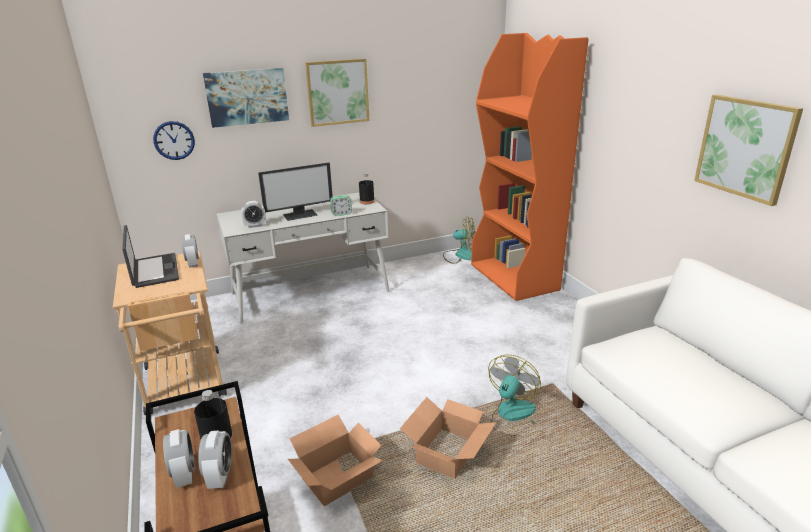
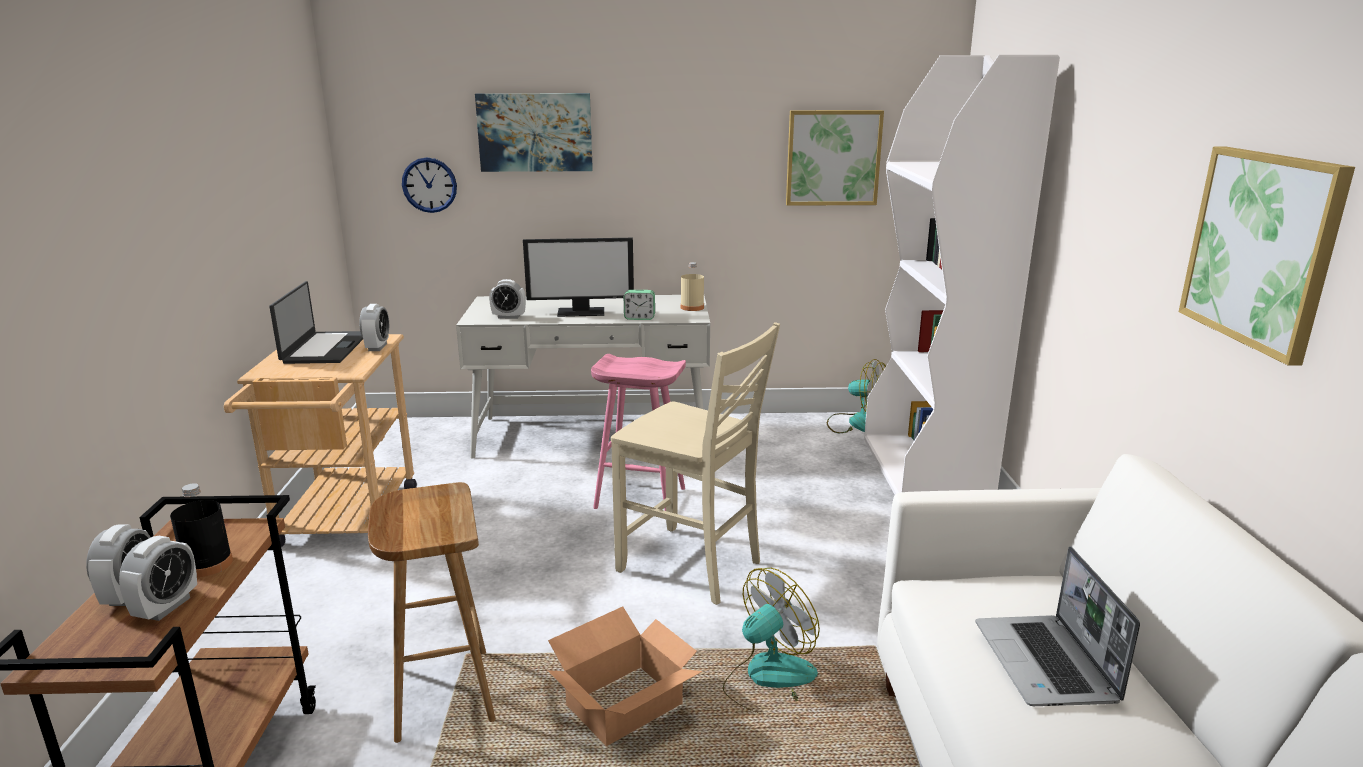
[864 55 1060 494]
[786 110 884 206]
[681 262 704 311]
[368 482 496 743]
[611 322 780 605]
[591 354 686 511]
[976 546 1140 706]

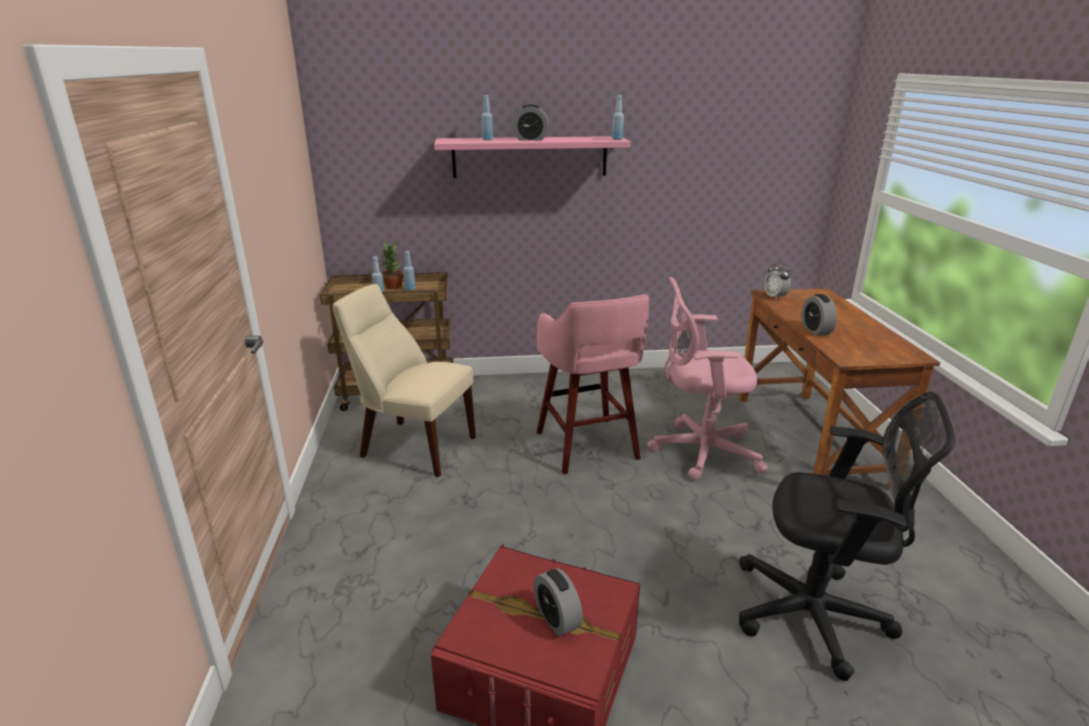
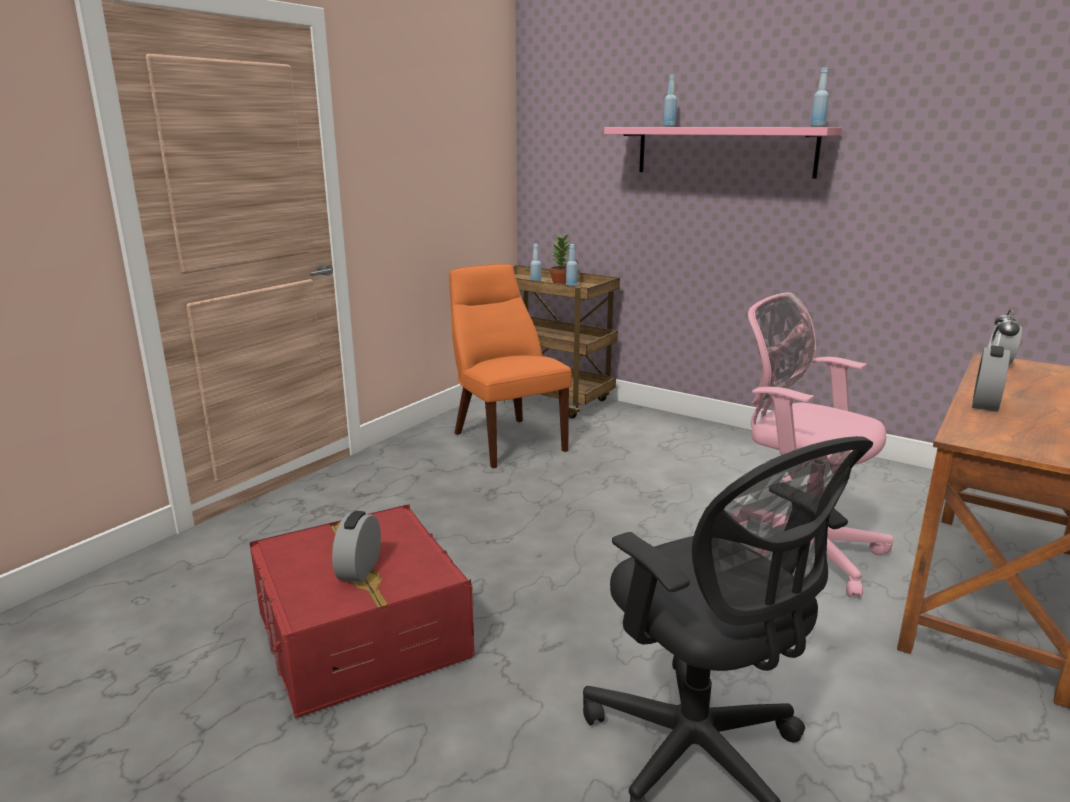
[512 104 549 141] (first image)
[449 264 572 468]
[537 294 649 474] (first image)

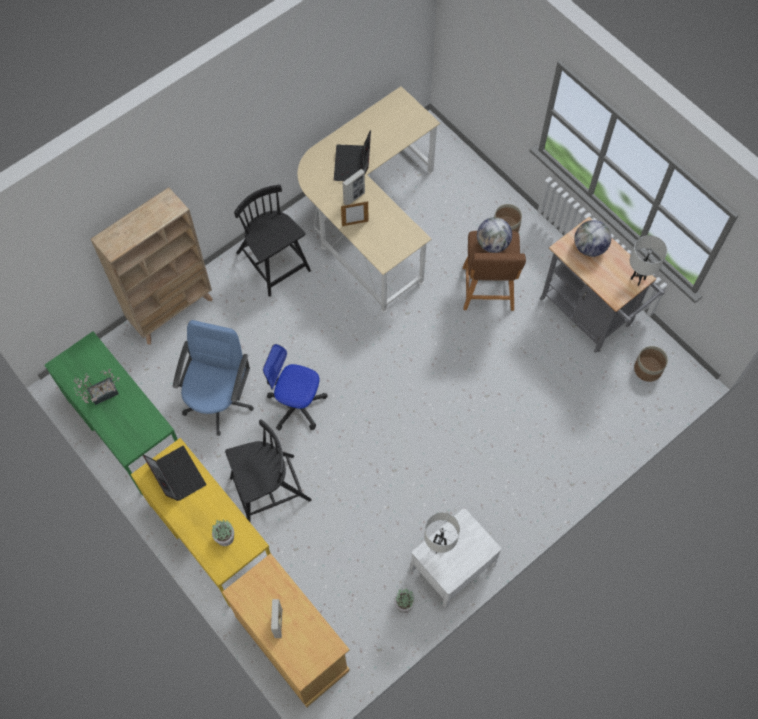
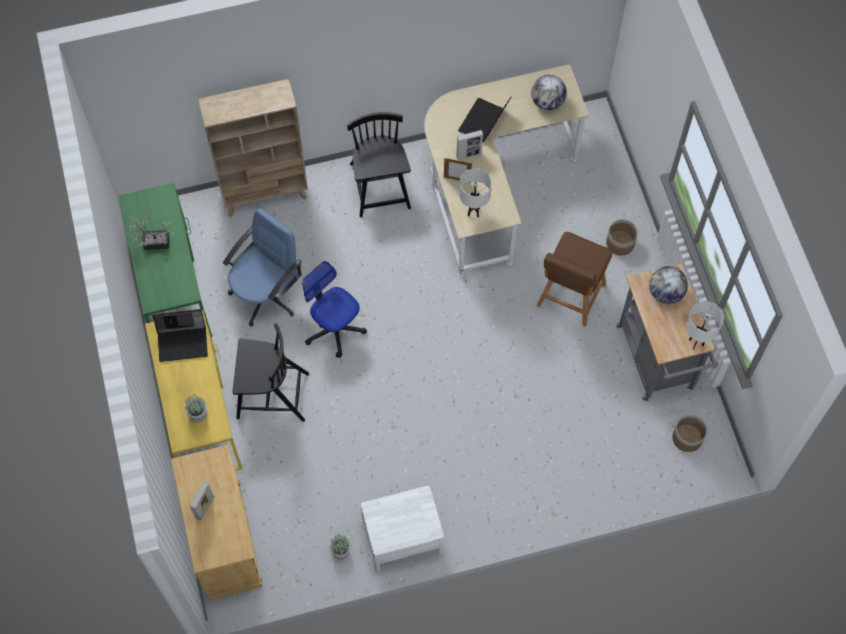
[531 75 567 110]
[153 309 208 362]
[459 169 492 217]

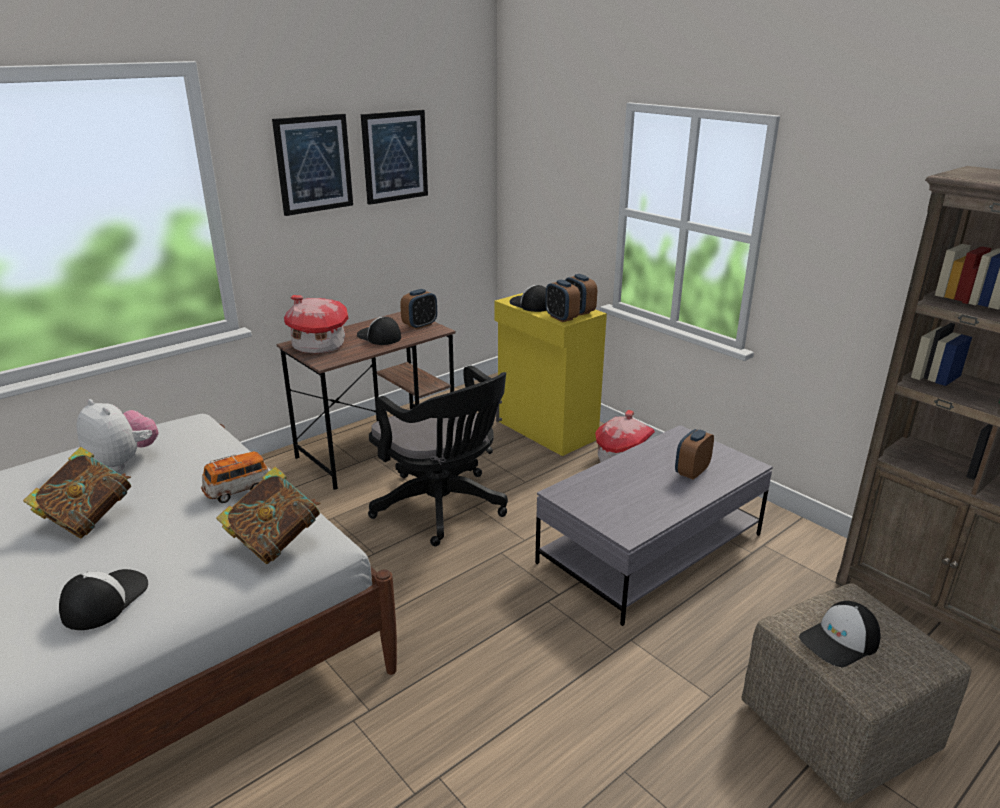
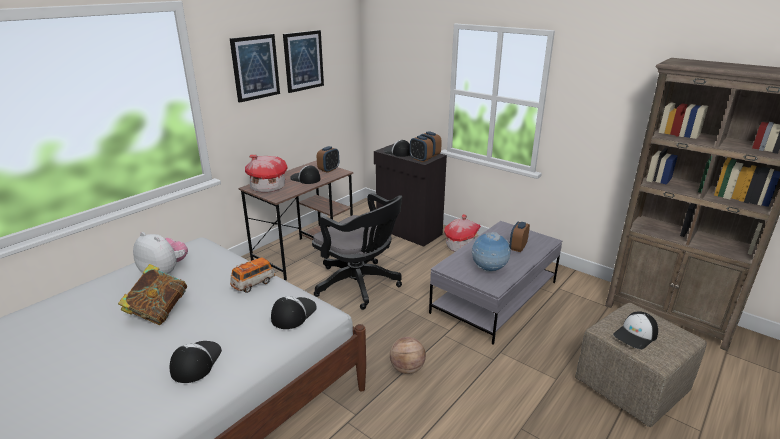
[374 143 447 247]
[271 296 317 329]
[472 232 510 272]
[390 337 426 374]

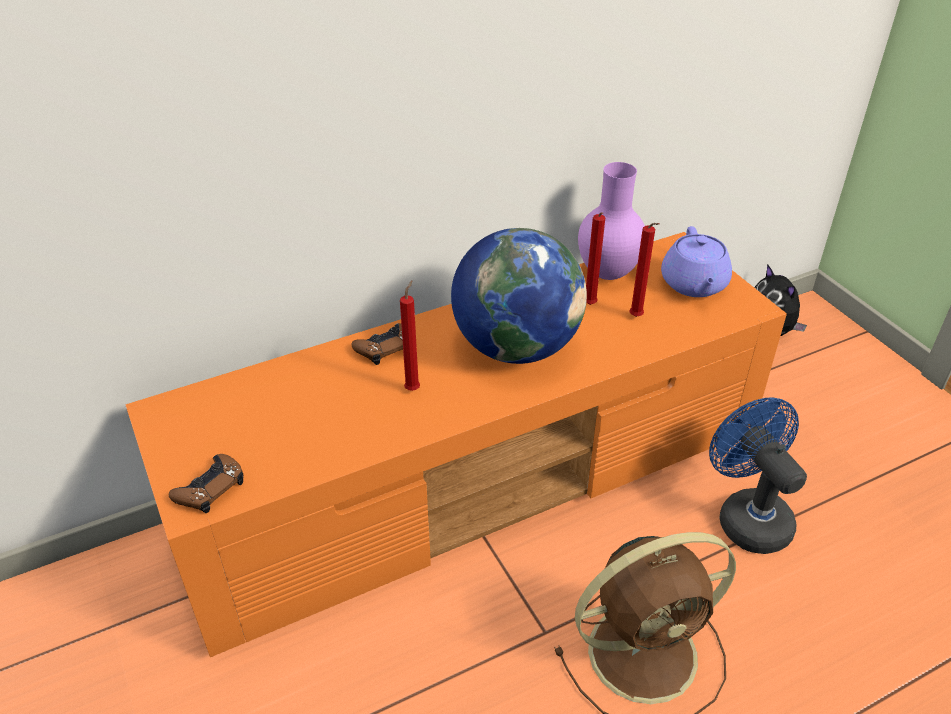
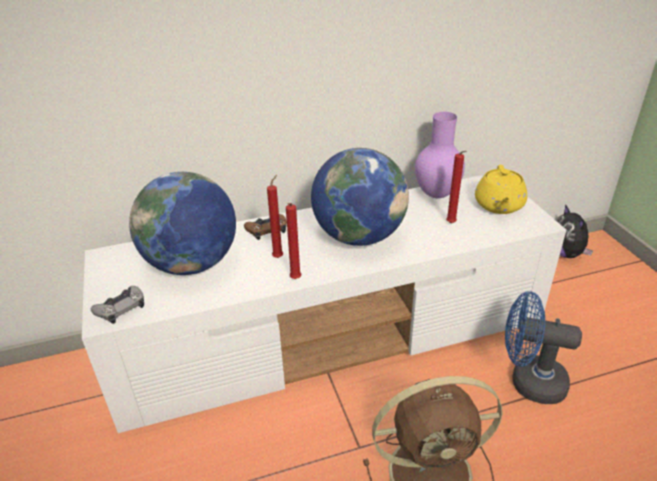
[286 203 301 279]
[475 165 527 214]
[82 175 566 433]
[505 291 582 404]
[91 286 144 324]
[129 172 236 275]

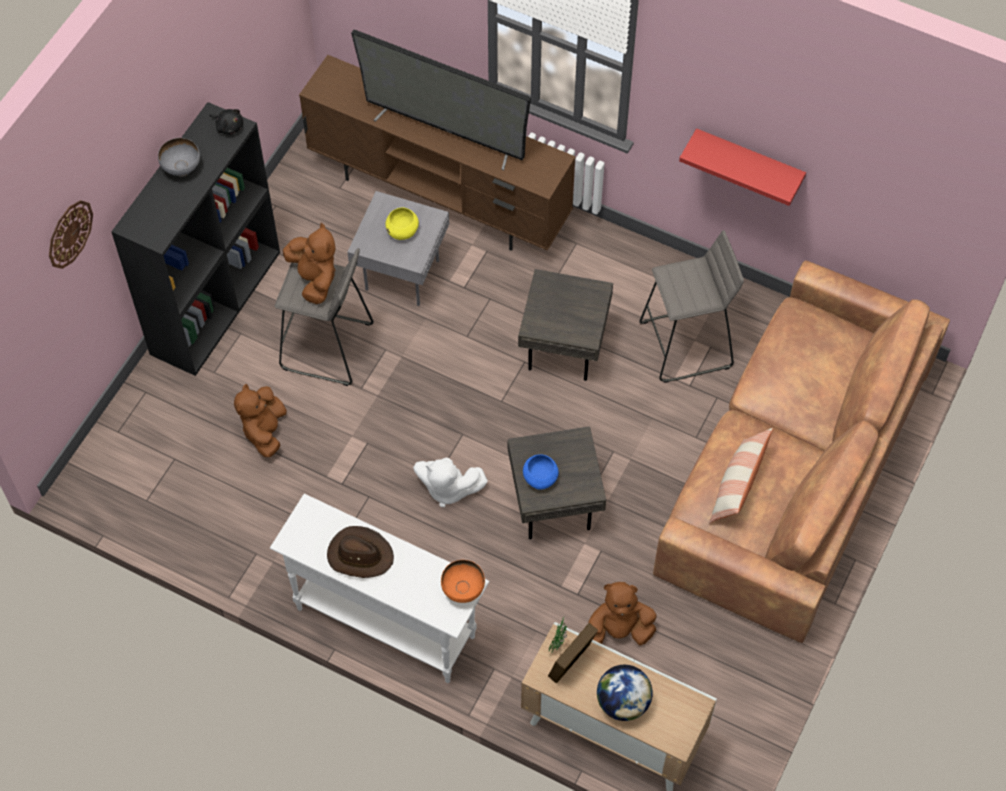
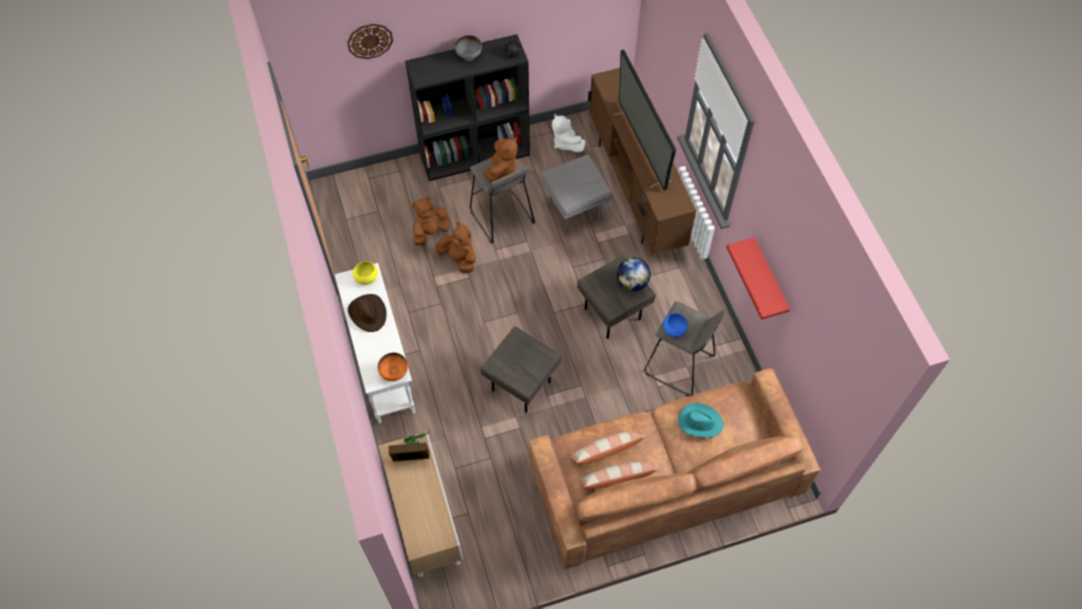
[353 261 378 285]
[663 313 688 337]
[552 114 586 152]
[435 222 476 273]
[617 257 651 291]
[678 403 723 438]
[578 462 658 489]

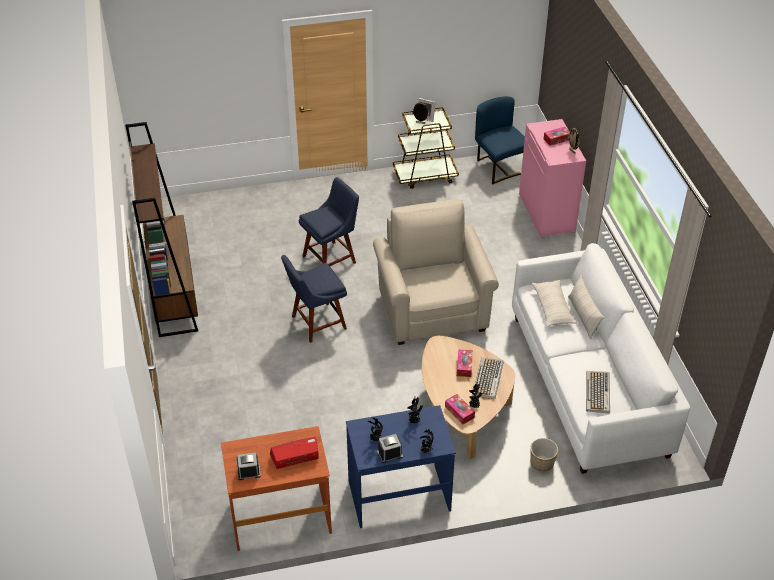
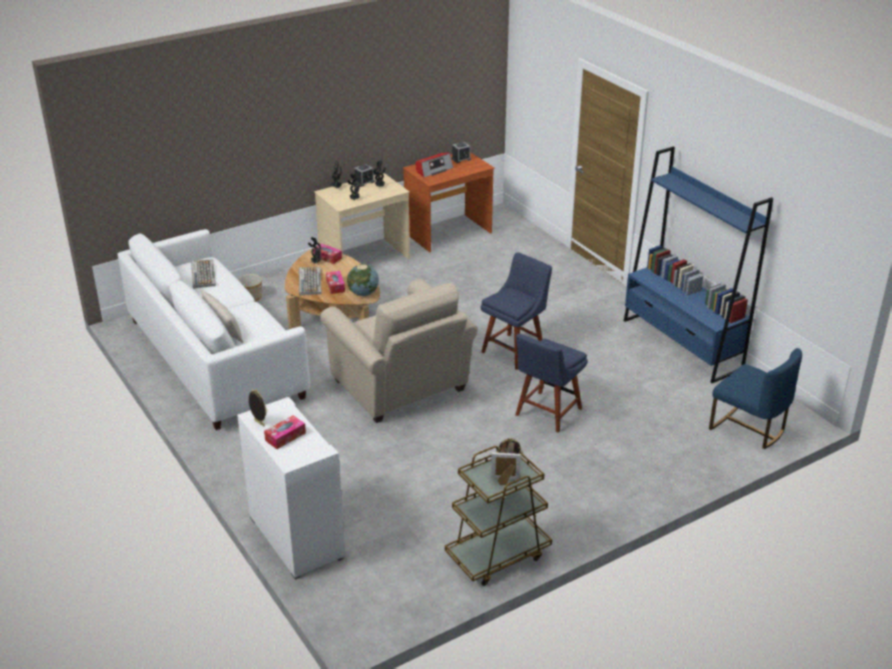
[709 348 802 449]
[237 397 345 580]
[624 146 773 383]
[532 280 577 326] (first image)
[314 173 410 259]
[347 264 379 296]

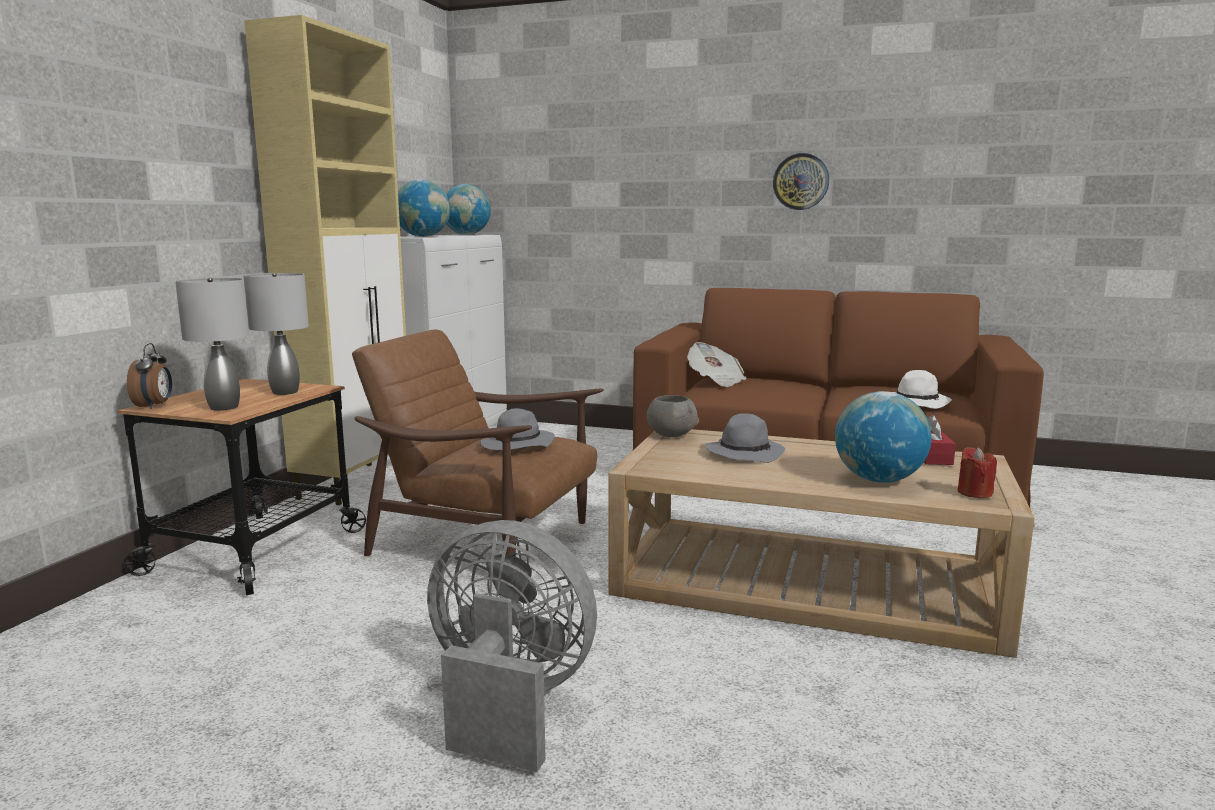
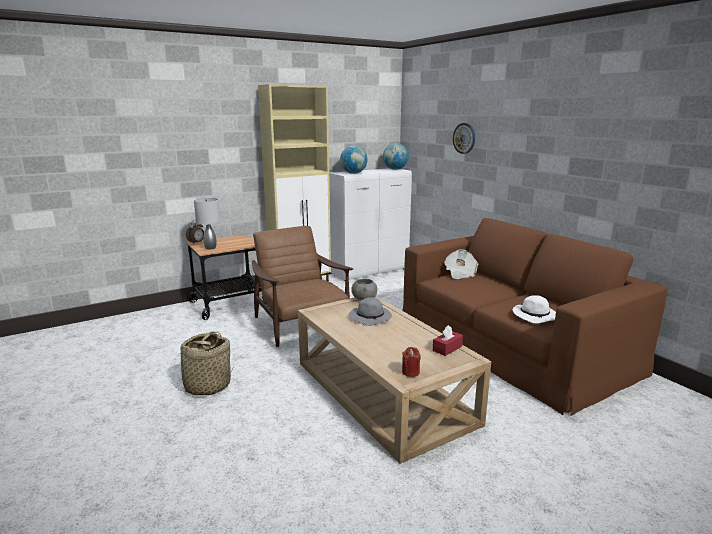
[453 123 475 154]
[244 273 309 395] (first image)
[835 391 931 483] (first image)
[481 408 555 450] (first image)
[173 331 233 395]

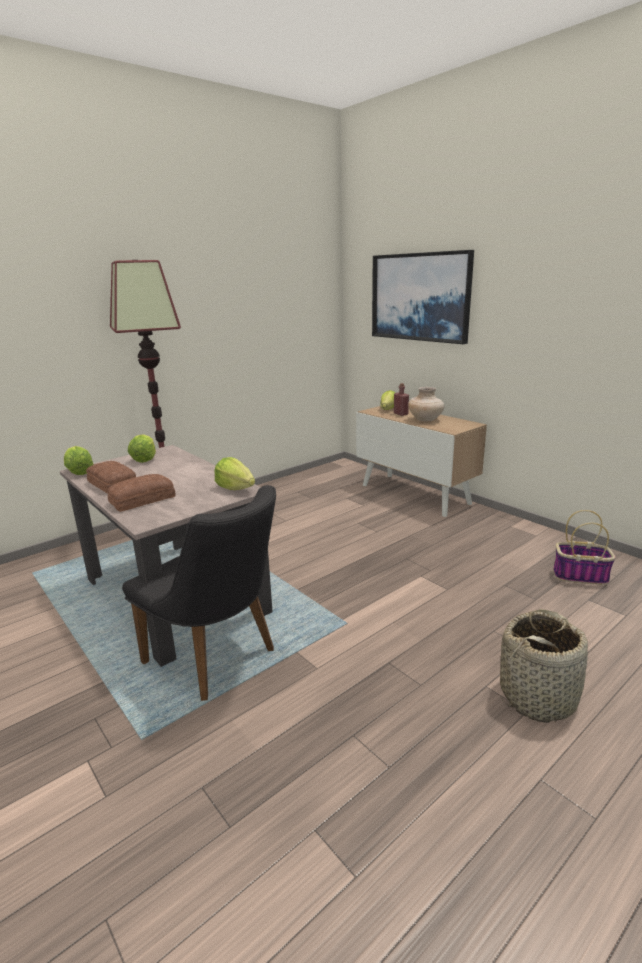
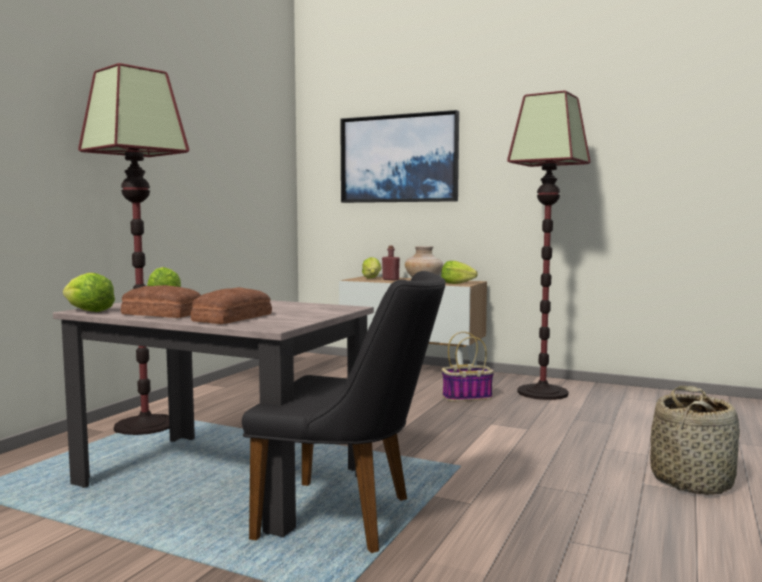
[441 261 478 284]
[442 332 494 401]
[507 90 591 400]

